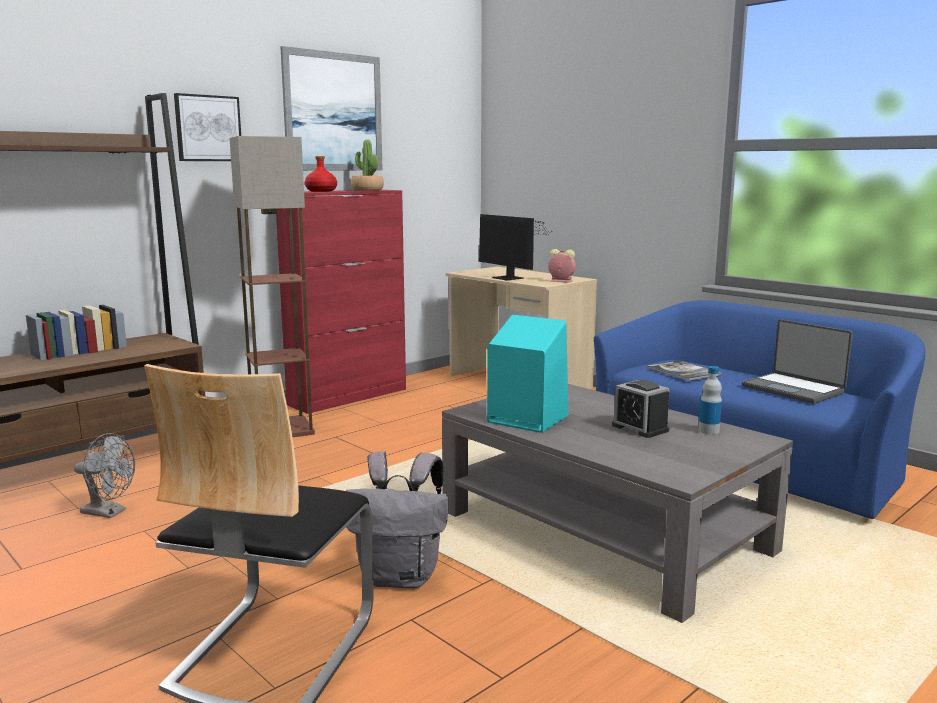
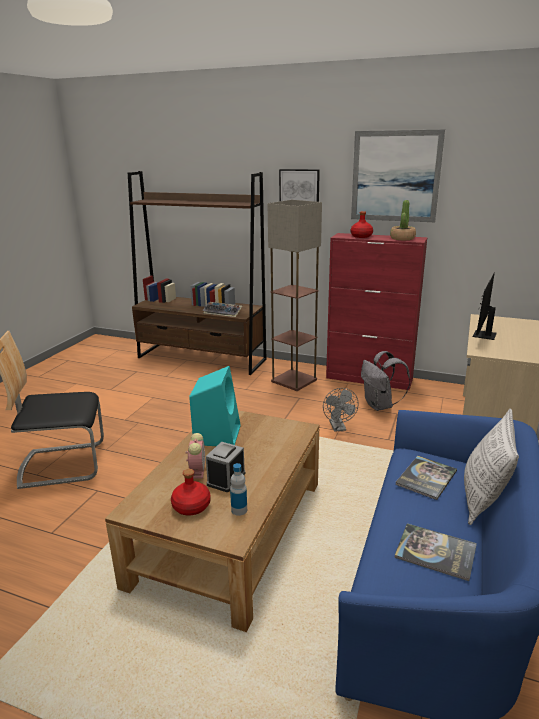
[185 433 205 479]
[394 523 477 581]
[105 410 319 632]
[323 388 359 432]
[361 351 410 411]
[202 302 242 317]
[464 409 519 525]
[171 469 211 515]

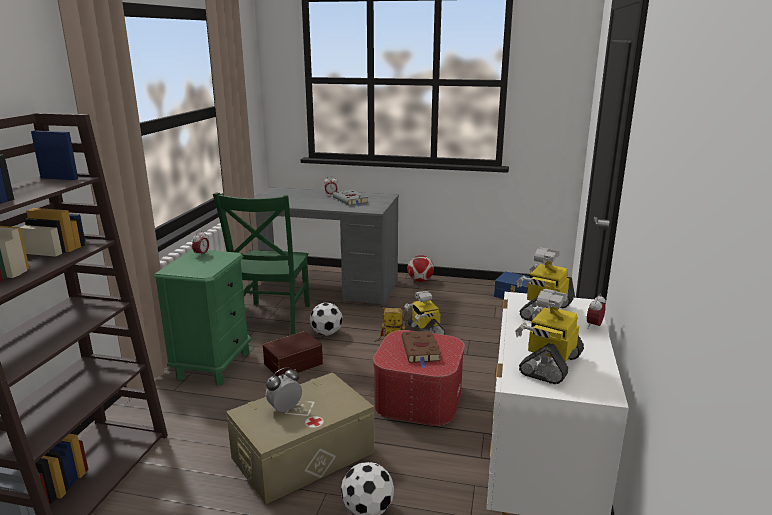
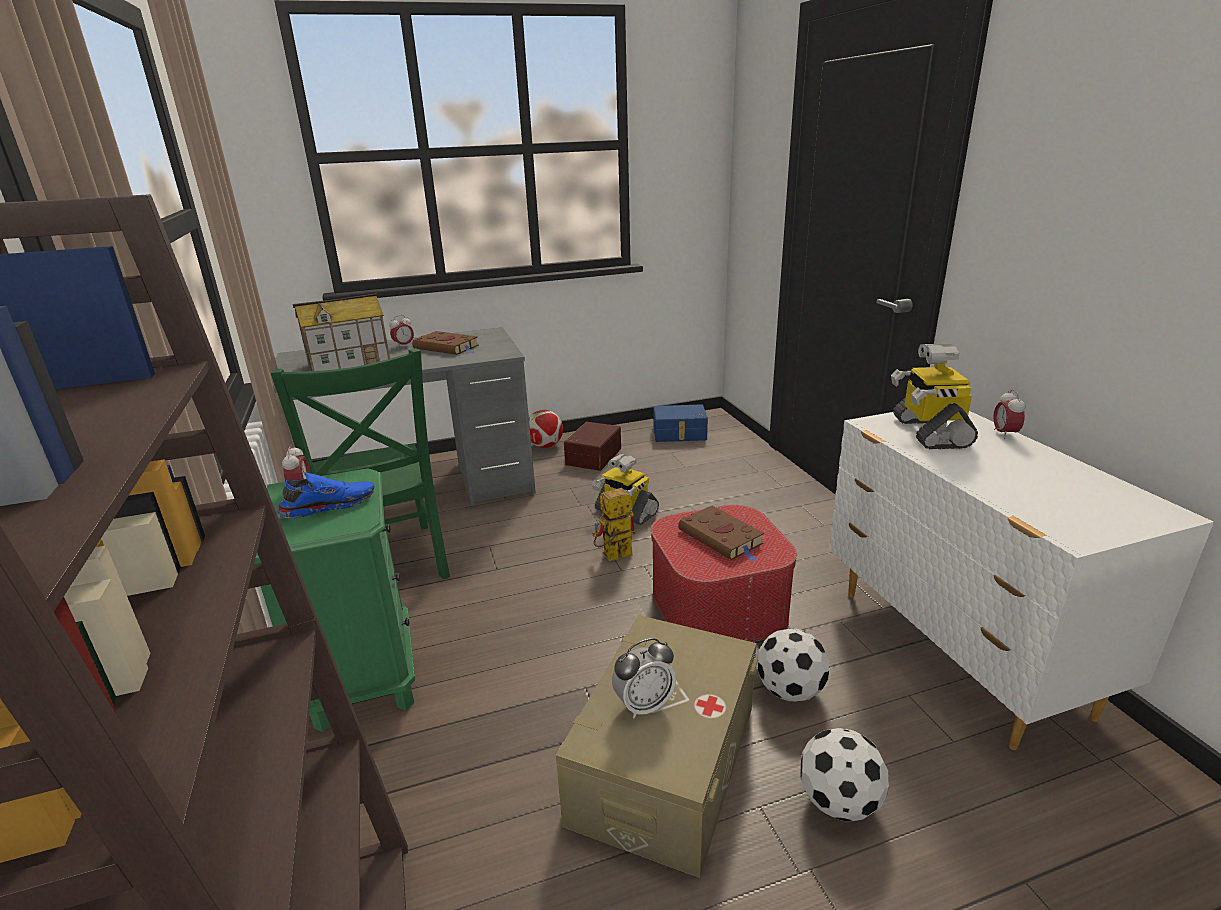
[412 331 479 355]
[515 289 584 384] (first image)
[758 628 829 702]
[564 422 621 471]
[612 638 676 719]
[293 293 390 371]
[277 473 375 519]

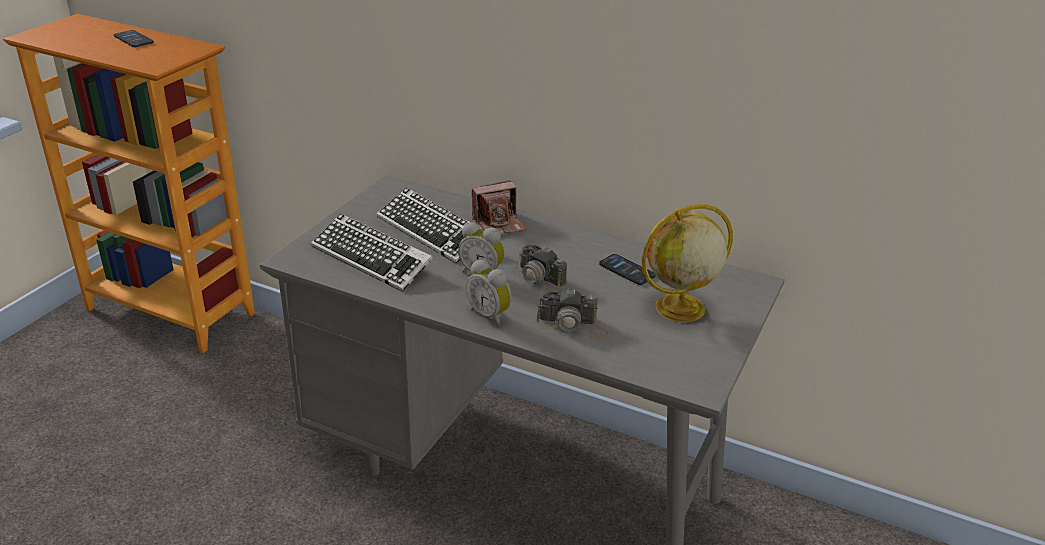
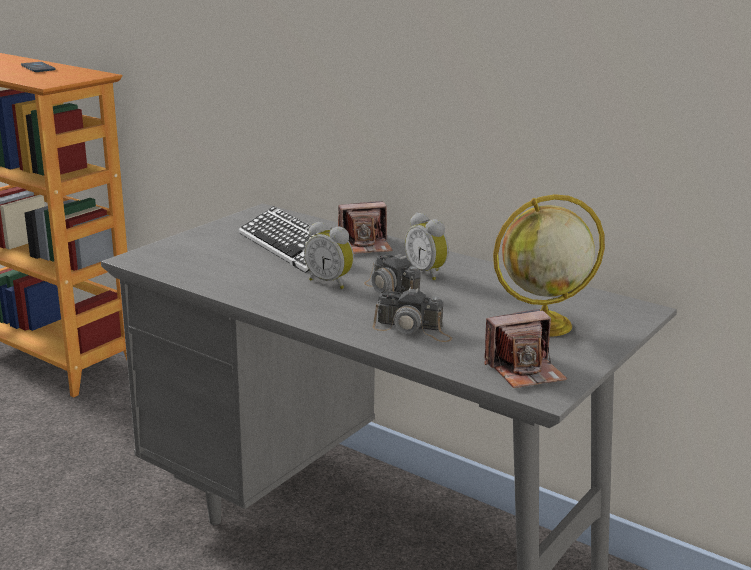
[311 213 433 292] (first image)
[599 254 656 285] (first image)
[405 212 449 281]
[484 309 567 388]

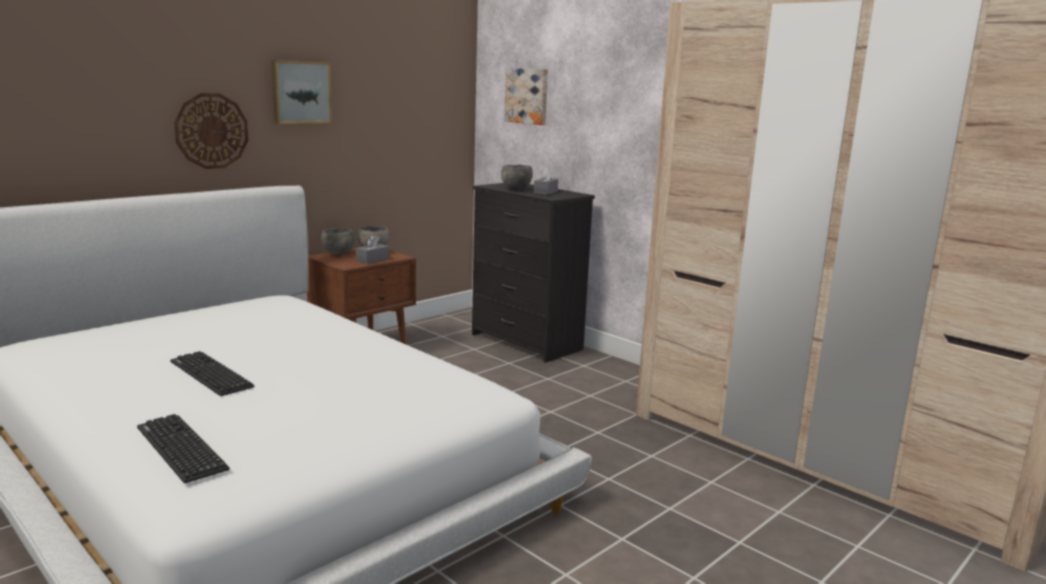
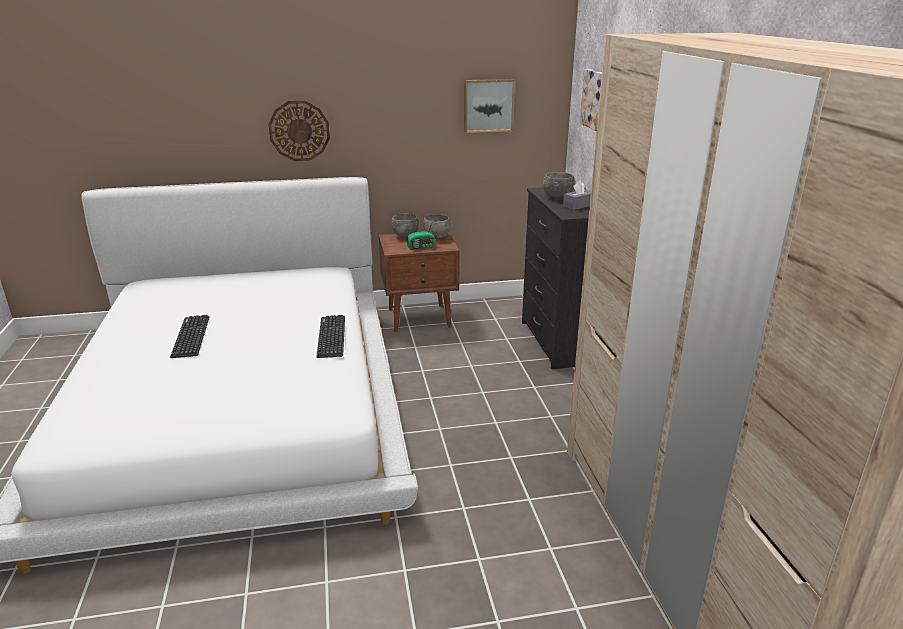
[464 79 515 133]
[407 220 435 250]
[316 315 345 358]

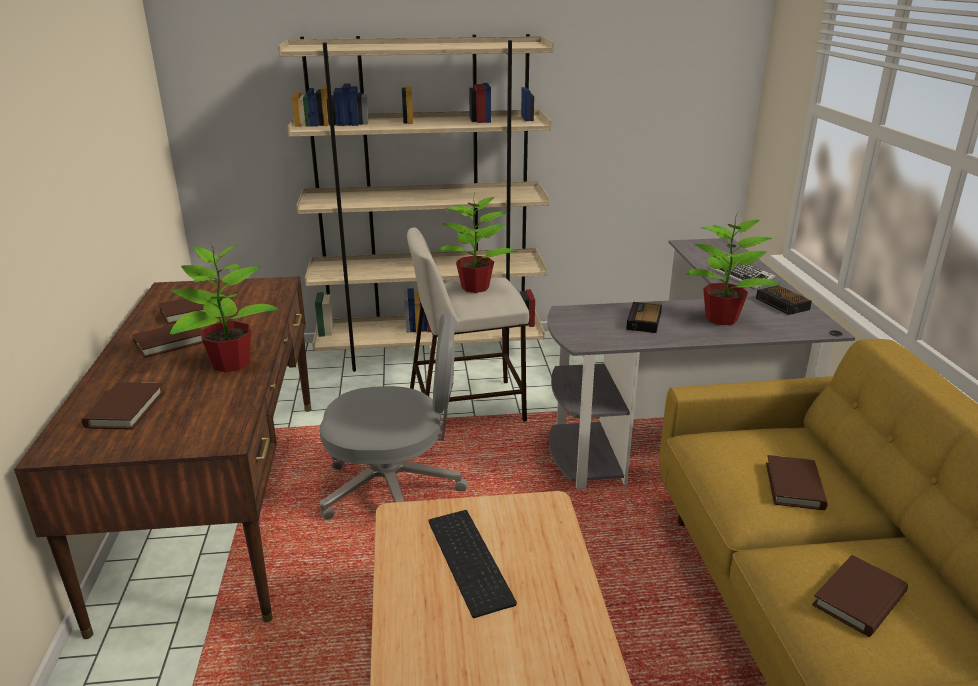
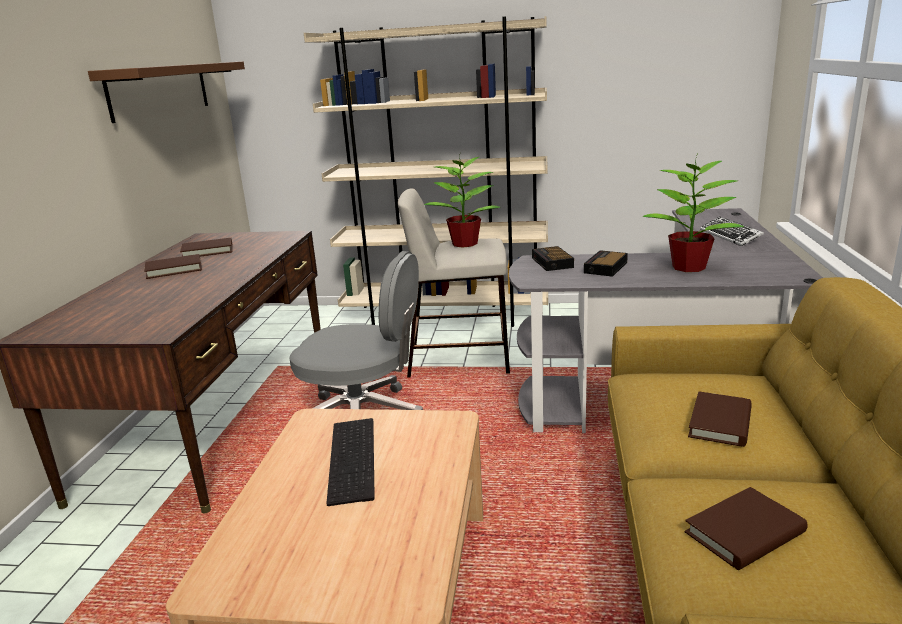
[170 243 278 373] (first image)
[532 246 574 271]
[82 382 164 430] (first image)
[88 61 245 123]

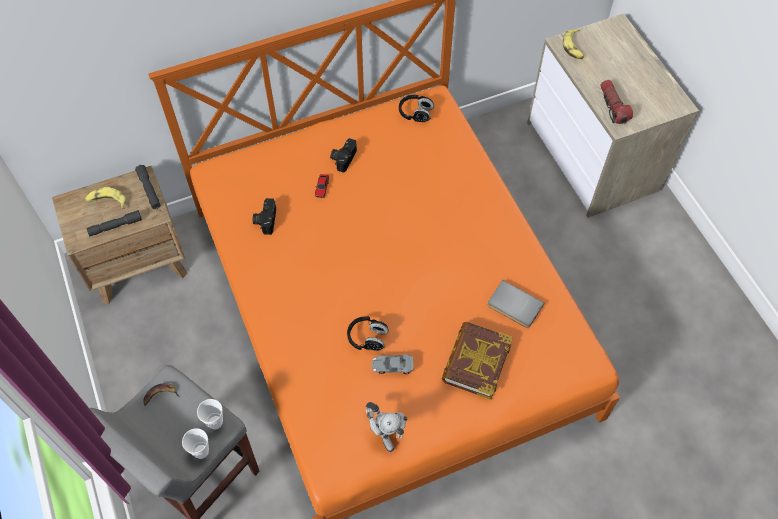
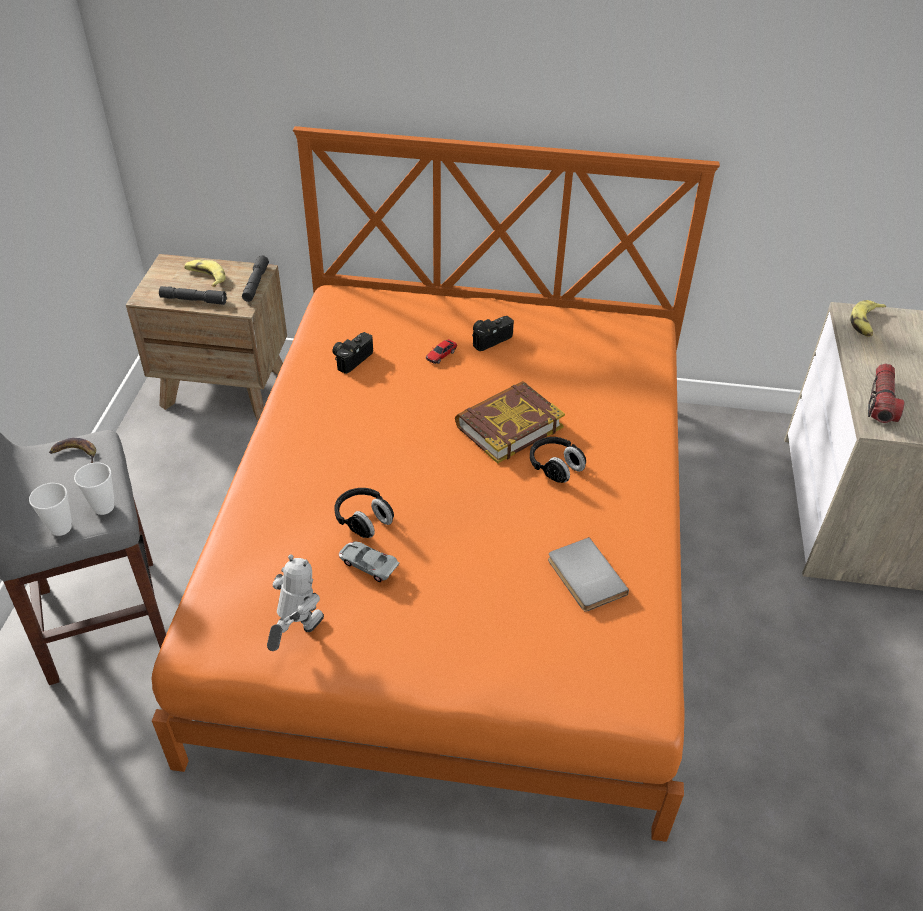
[530 437 586 483]
[455 381 565 464]
[267 554 324 651]

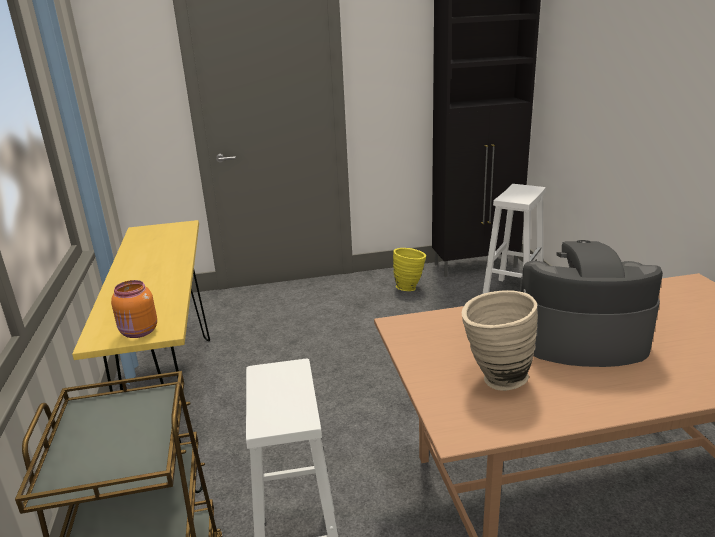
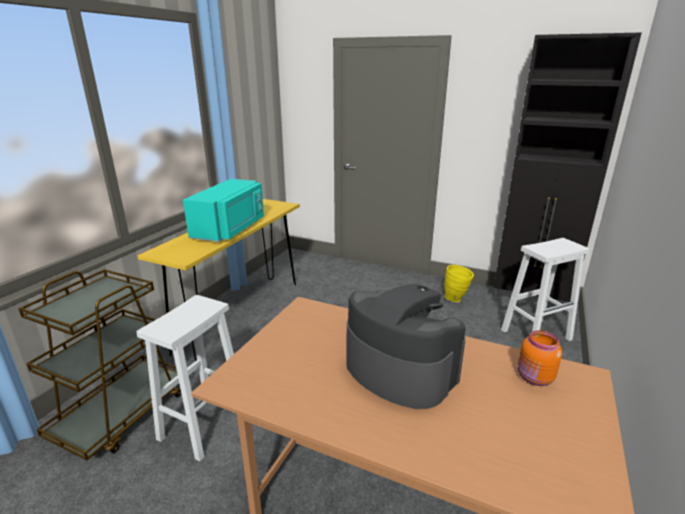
[518 330 562 386]
[462 290 538 391] (first image)
[183 179 264 242]

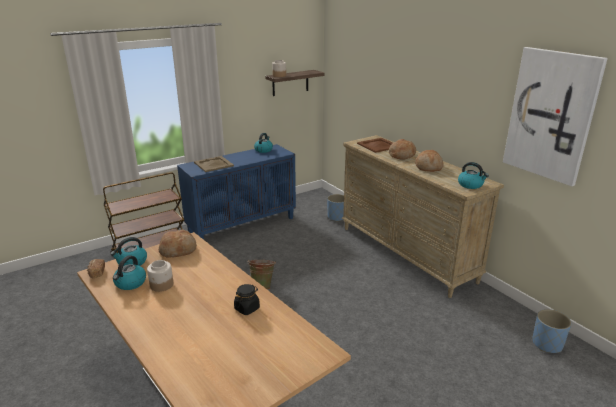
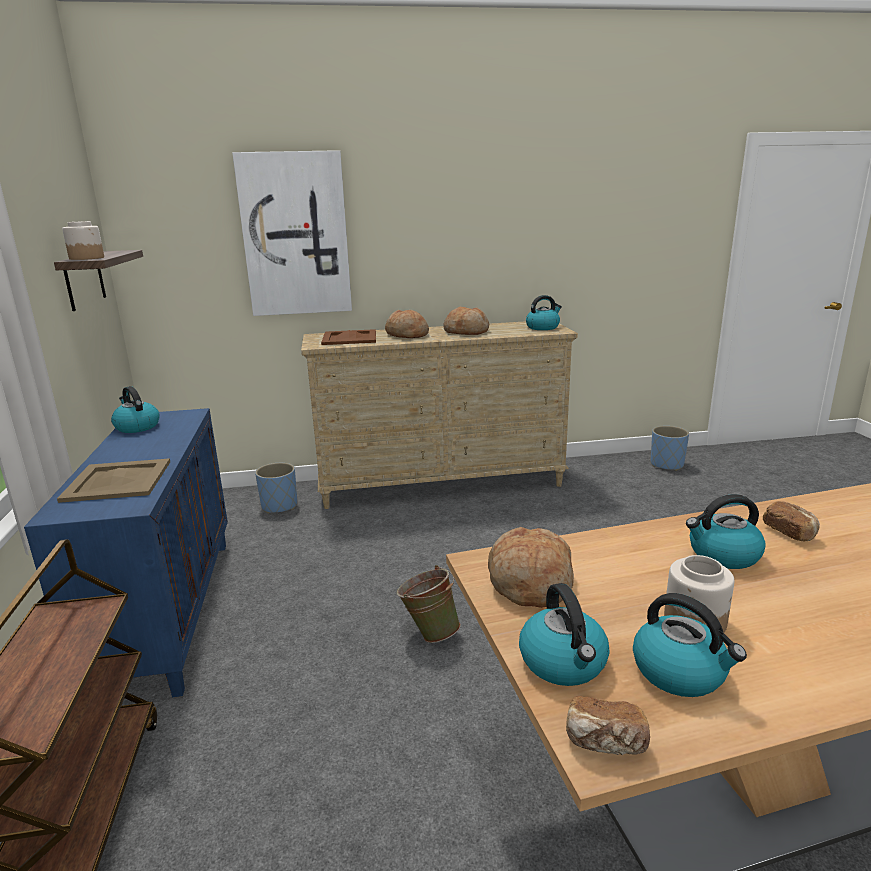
[232 150 352 316]
[763 501 820 541]
[686 494 766 569]

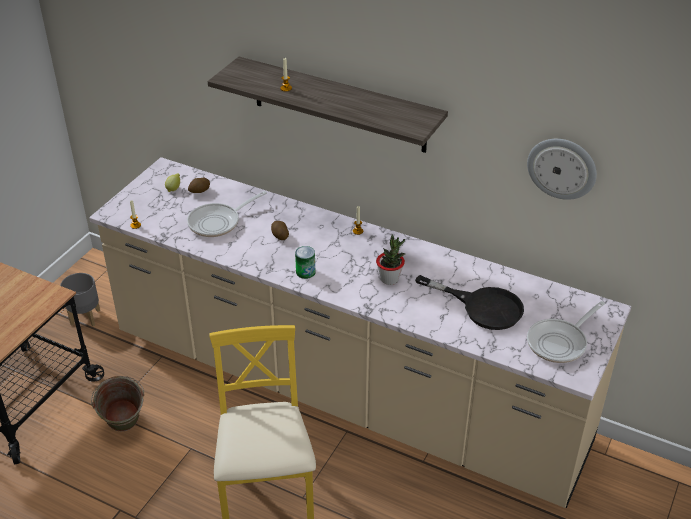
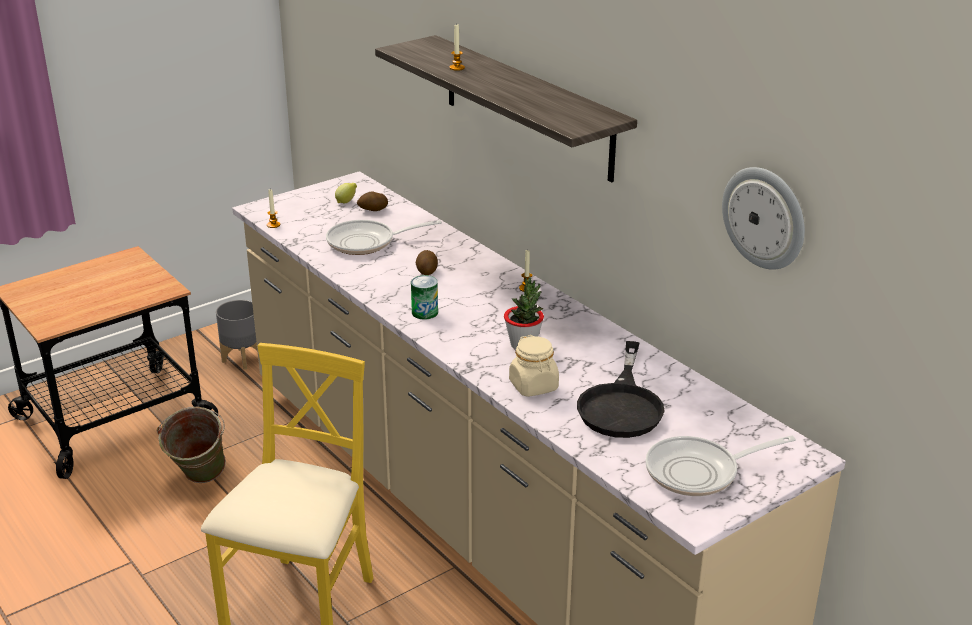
[577 341 665 438]
[509 335 559 397]

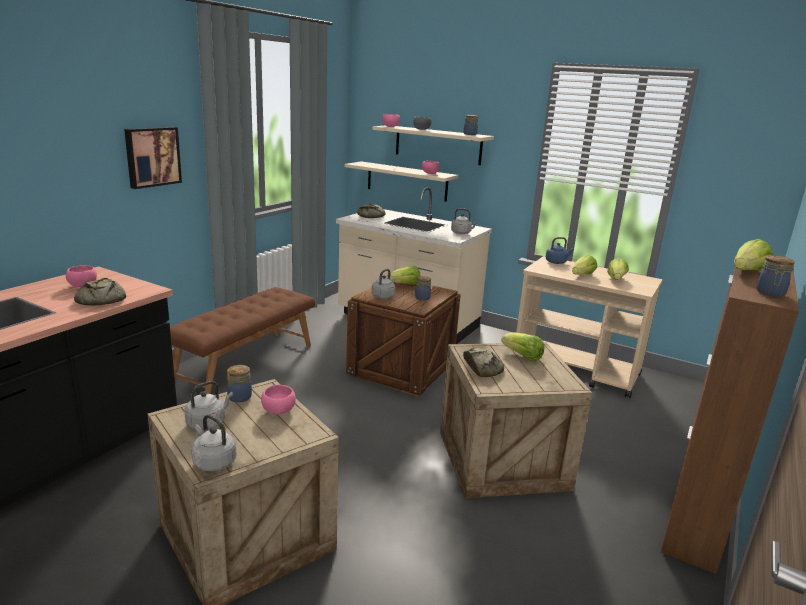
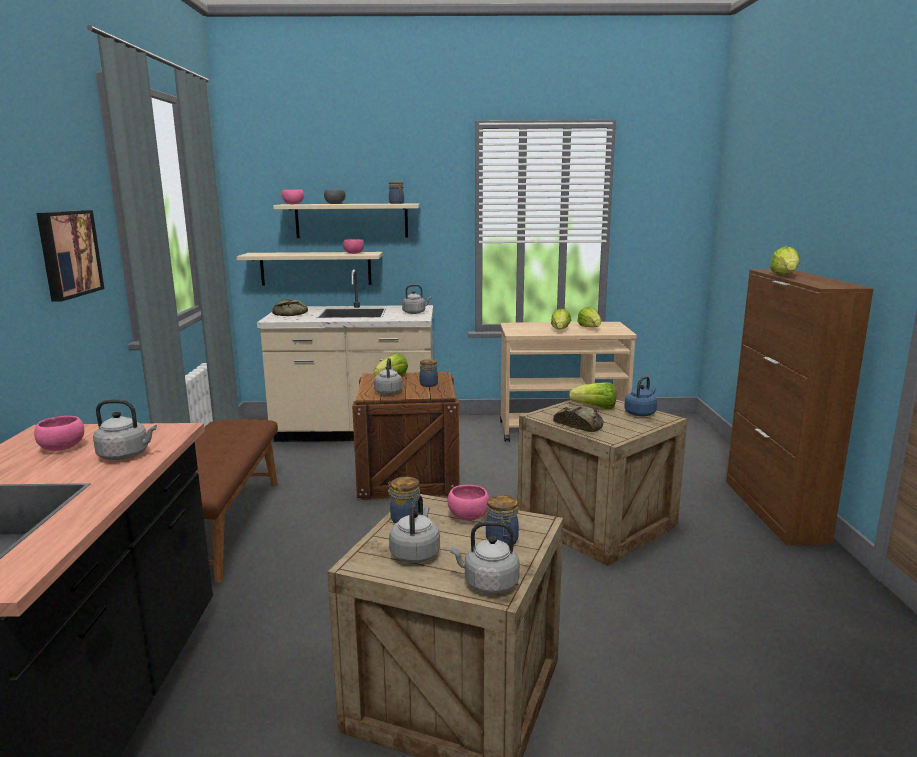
[624 376 657 416]
[486 495 519 546]
[93 399 157 460]

